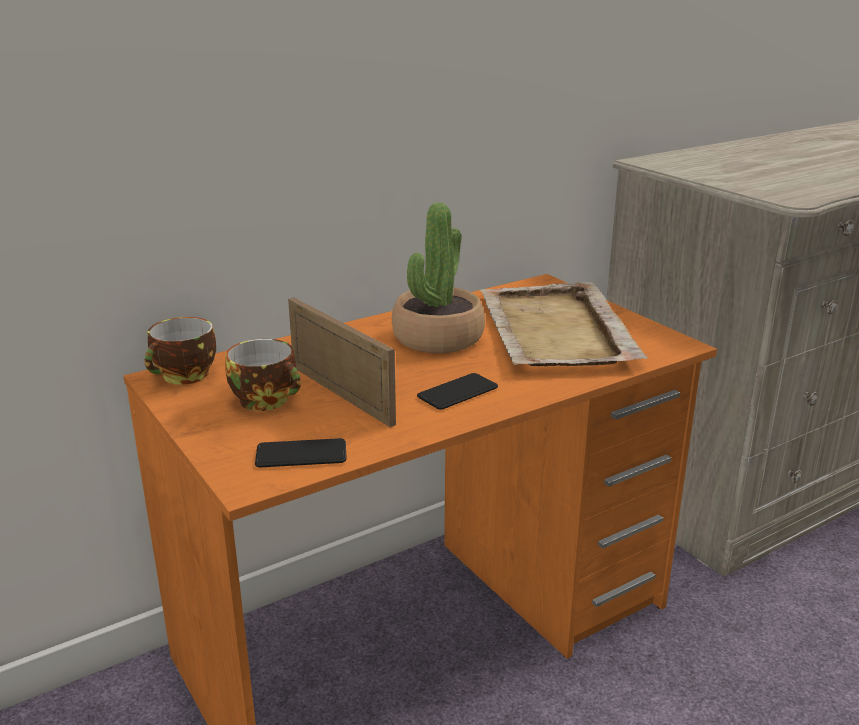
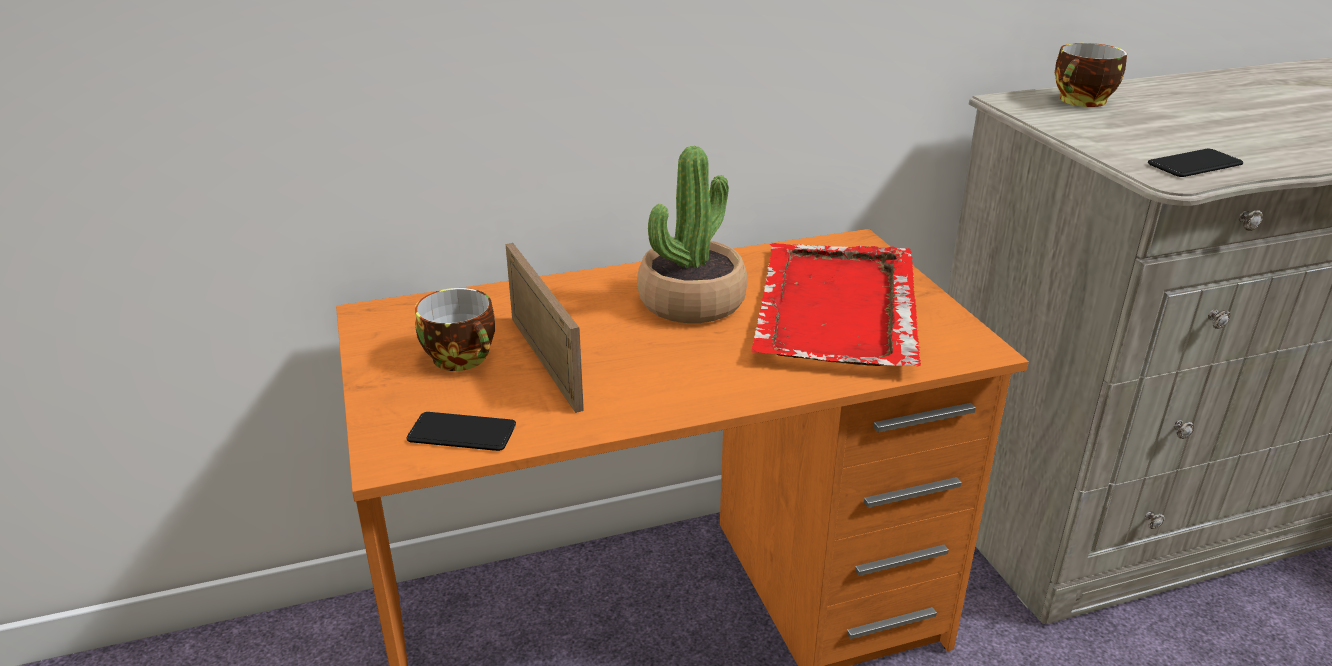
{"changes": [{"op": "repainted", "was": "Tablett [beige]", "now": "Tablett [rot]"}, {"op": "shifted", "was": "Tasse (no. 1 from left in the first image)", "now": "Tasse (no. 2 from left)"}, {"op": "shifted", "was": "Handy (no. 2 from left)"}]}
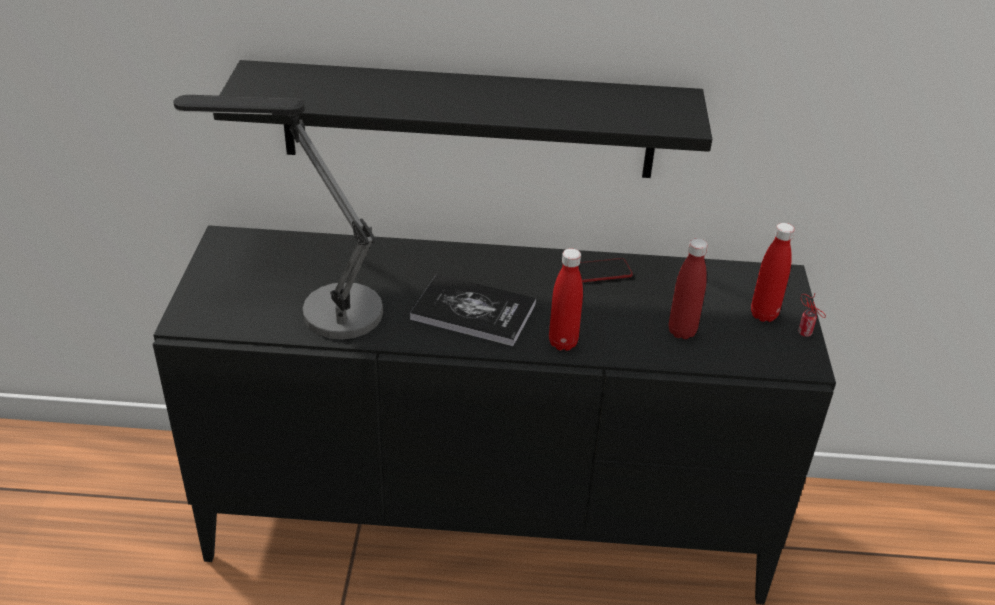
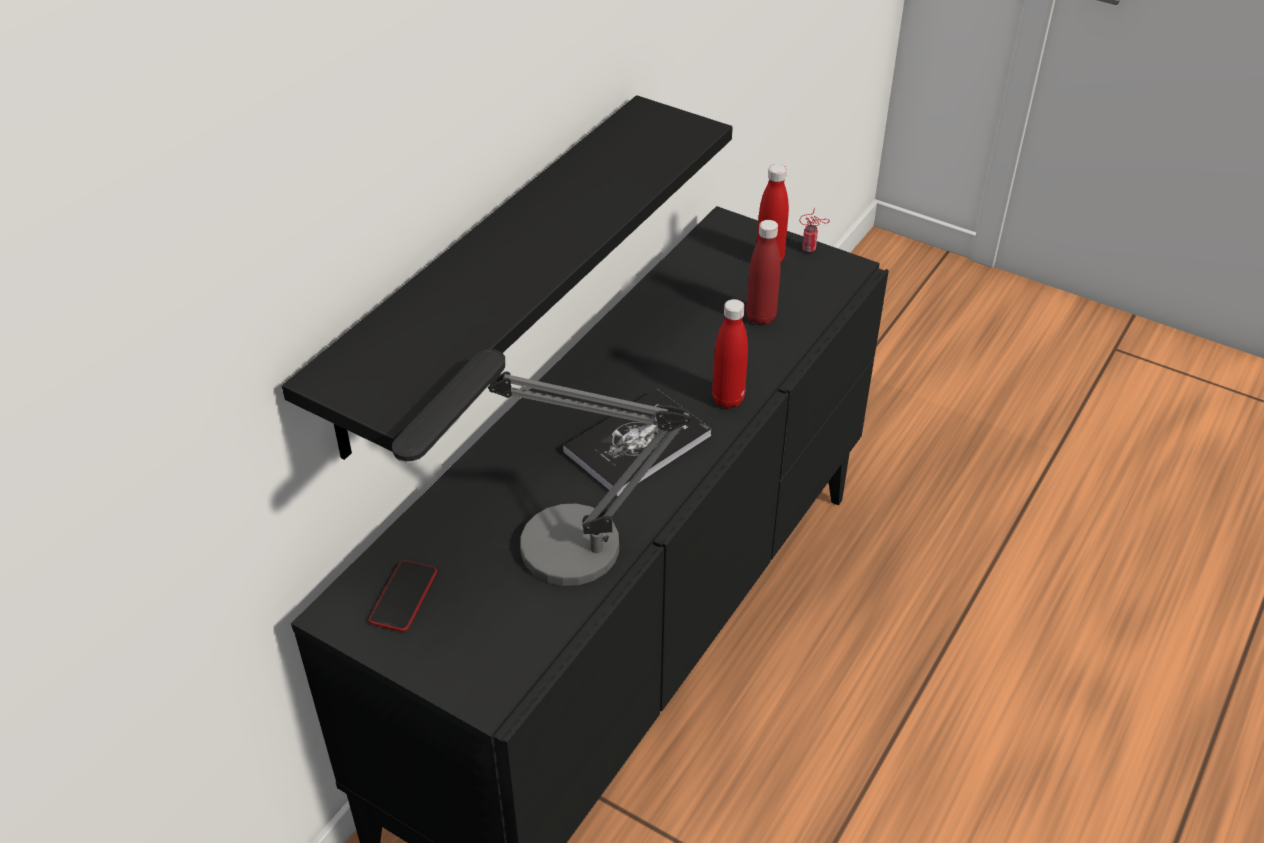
{"changes": [{"op": "shifted", "was": "Handy"}]}
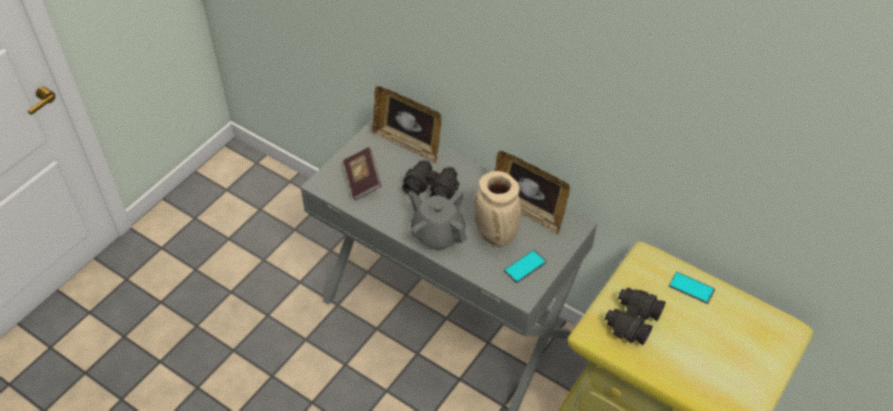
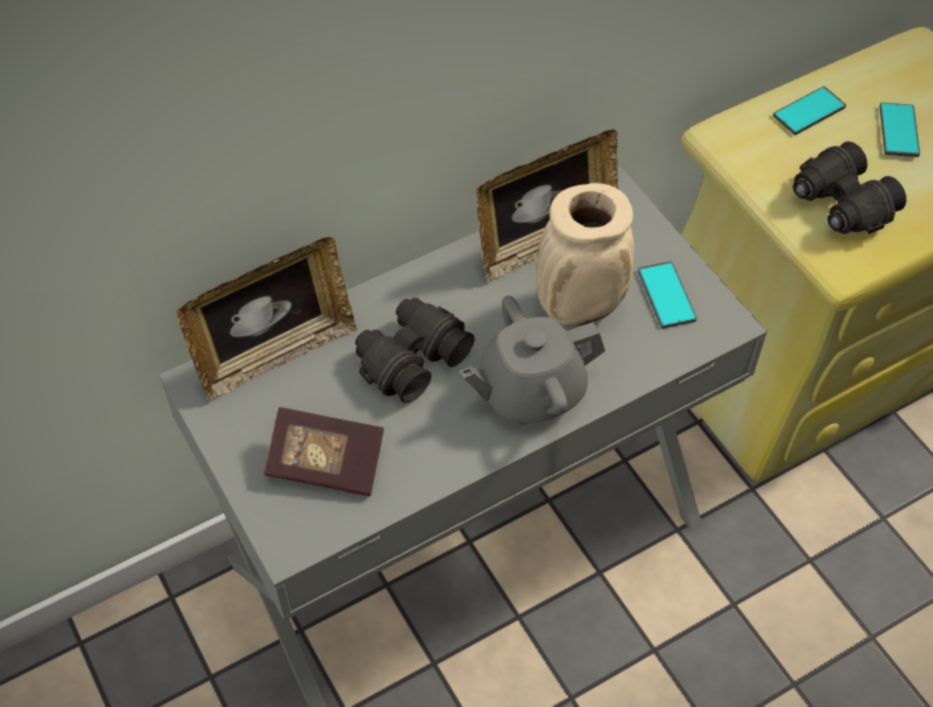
{"changes": [{"op": "new", "now": "Handy (no. 3 from left)"}]}
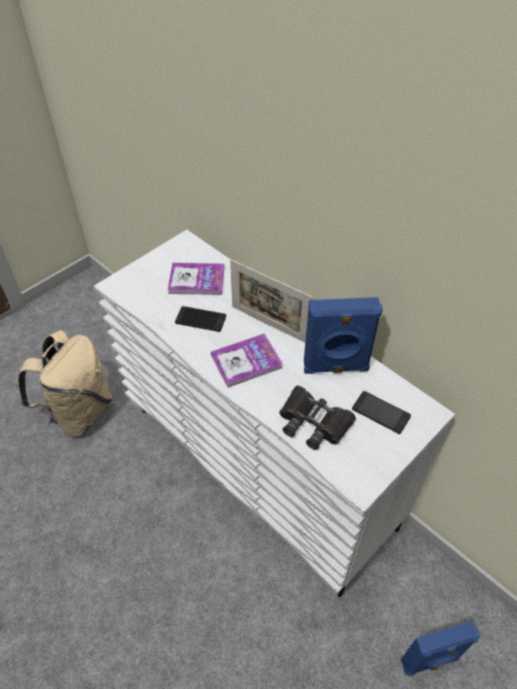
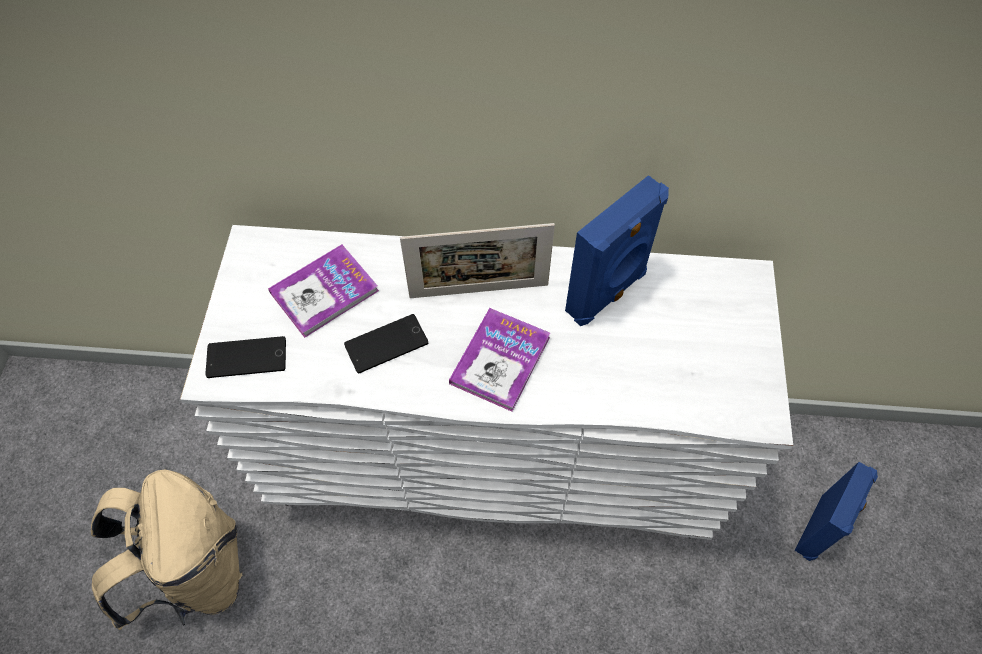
{"changes": [{"op": "shifted", "was": "Handy (no. 2 from left in the first image)", "now": "Handy (no. 1 from left)"}, {"op": "gone", "was": "Fernglas [schwarz]"}]}
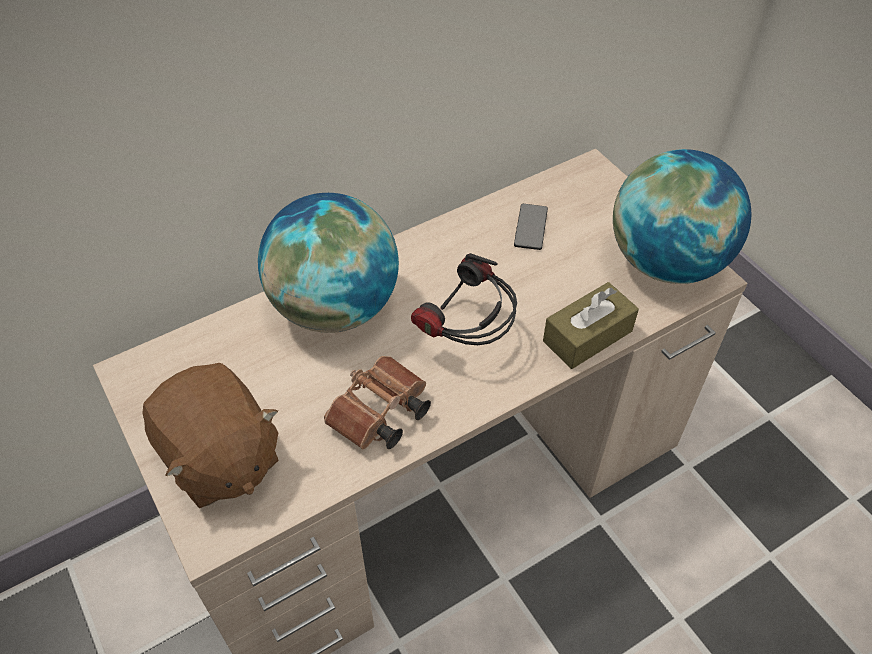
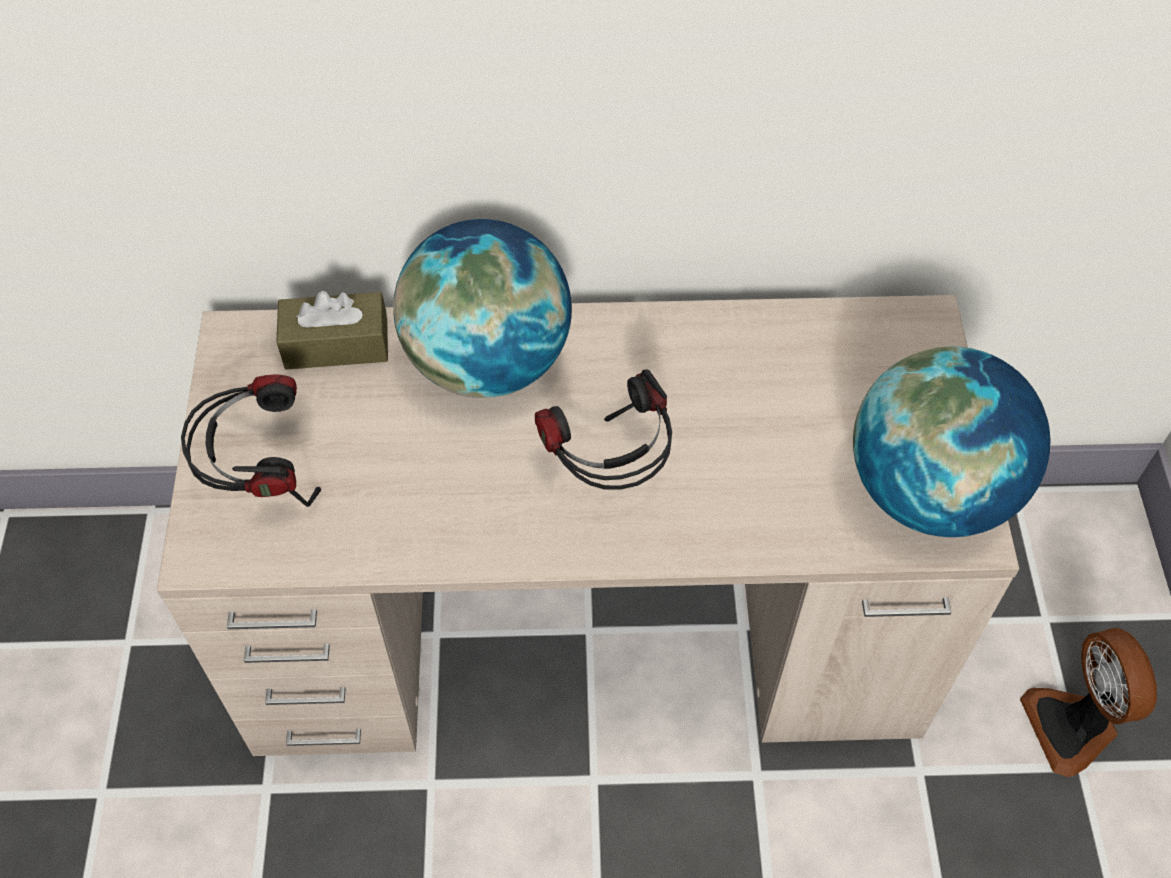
{"changes": [{"op": "swapped", "was": "Plüschtier [braun]", "now": "Kopfhörer (no. 1 from left)"}, {"op": "shifted", "was": "Taschentuchbox [braun]"}, {"op": "new", "now": "Ventilator"}, {"op": "gone", "was": "Fernglas [braun]"}, {"op": "gone", "was": "Handy"}]}
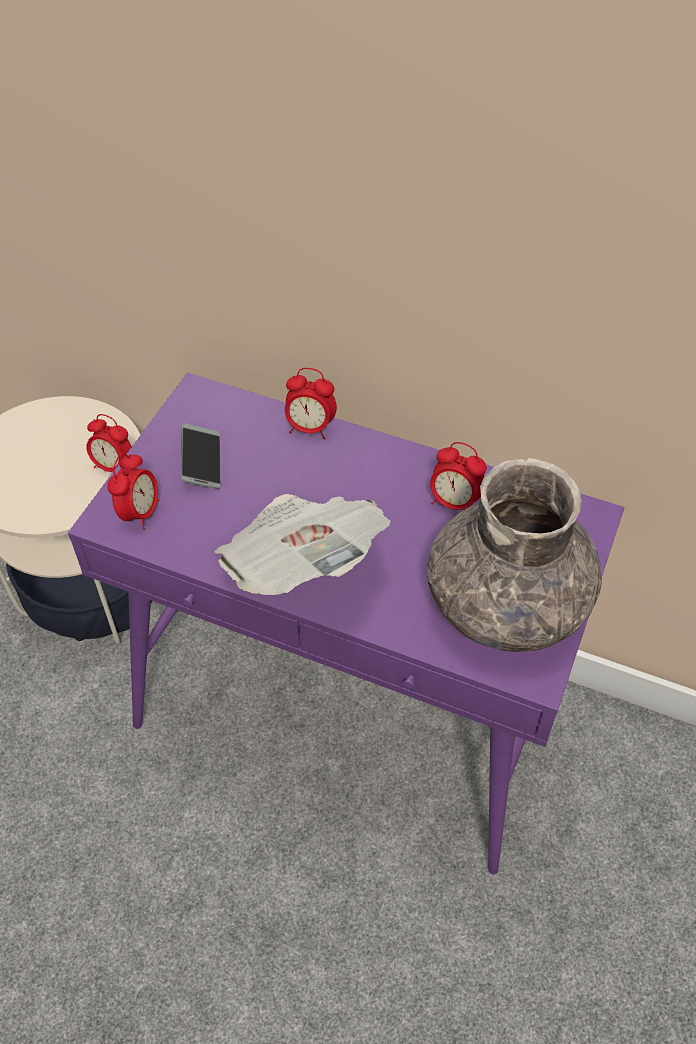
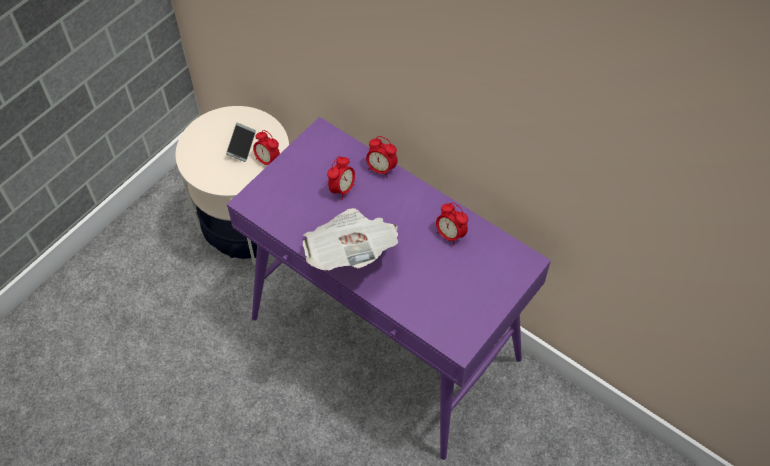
{"changes": [{"op": "shifted", "was": "Handy"}, {"op": "shifted", "was": "Wecker (no. 2 from left)"}, {"op": "gone", "was": "Vase [grau]"}]}
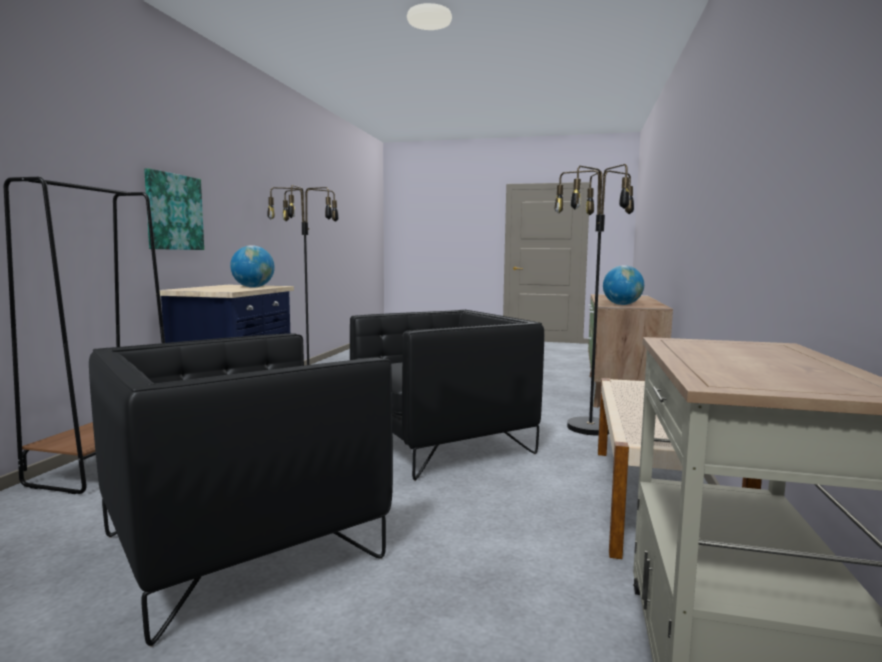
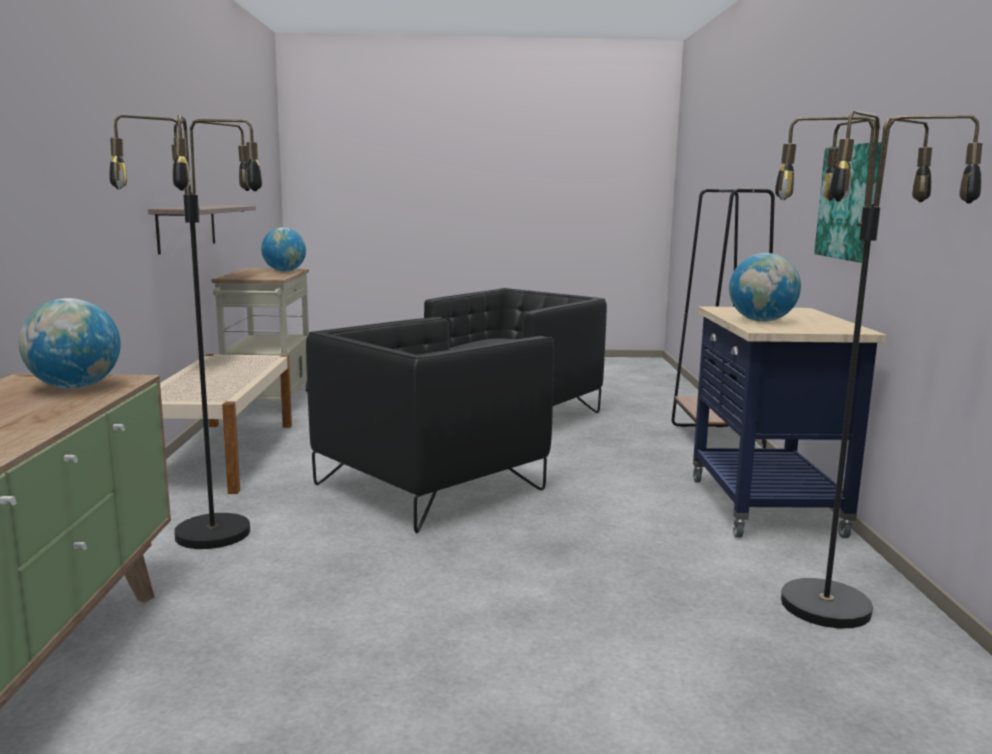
{"changes": [{"op": "new", "now": "Wandregal"}, {"op": "new", "now": "Globus (no. 2 from left)"}]}
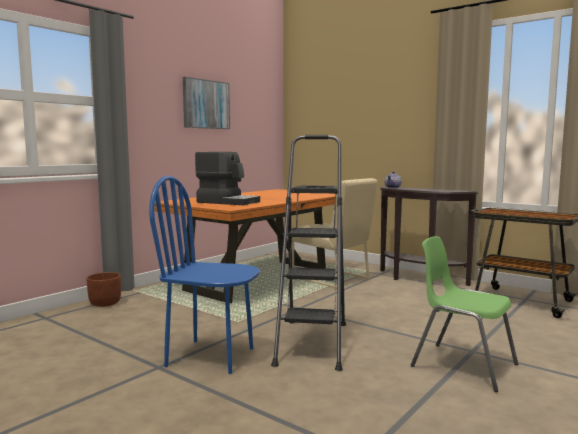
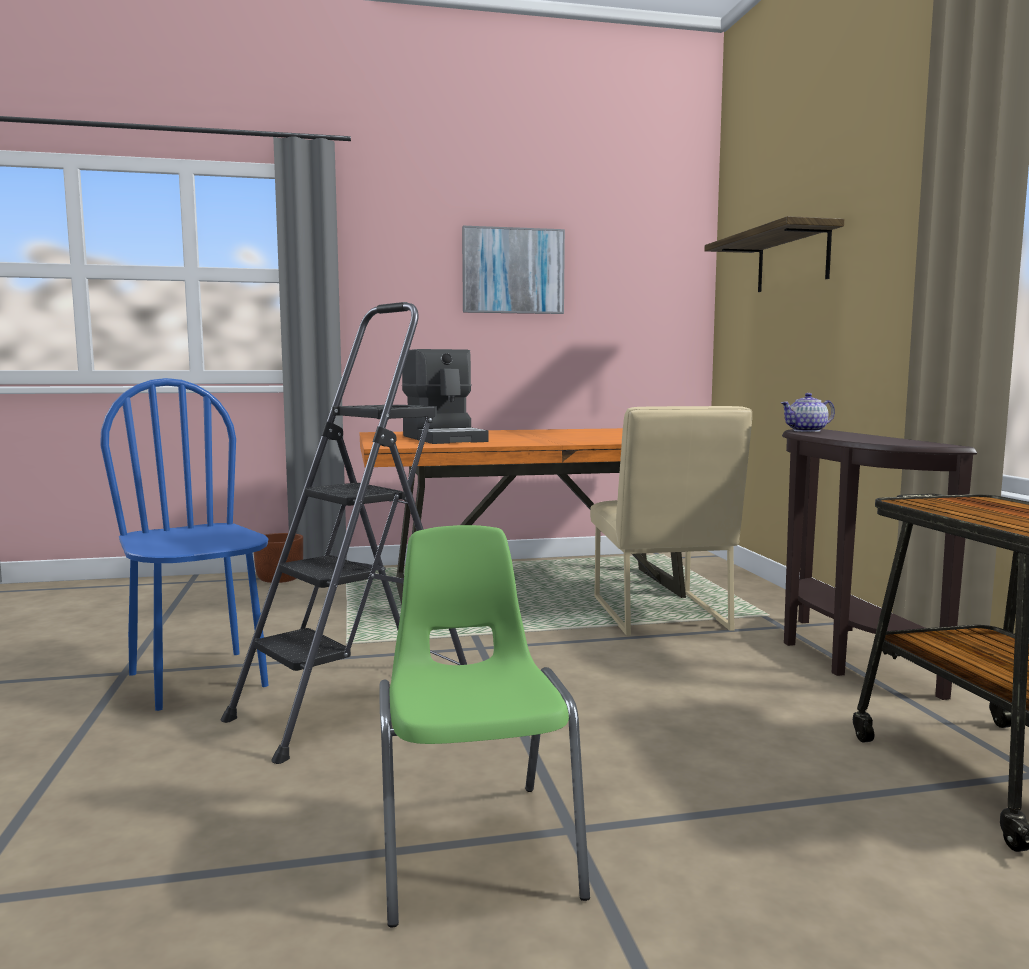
{"changes": [{"op": "new", "now": "Wandregal"}]}
